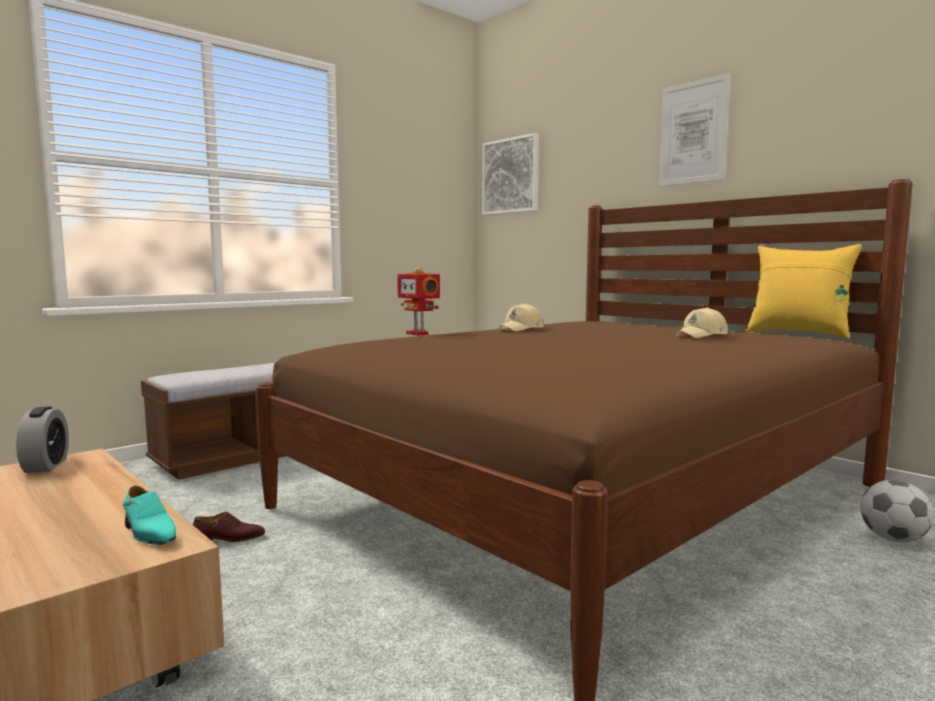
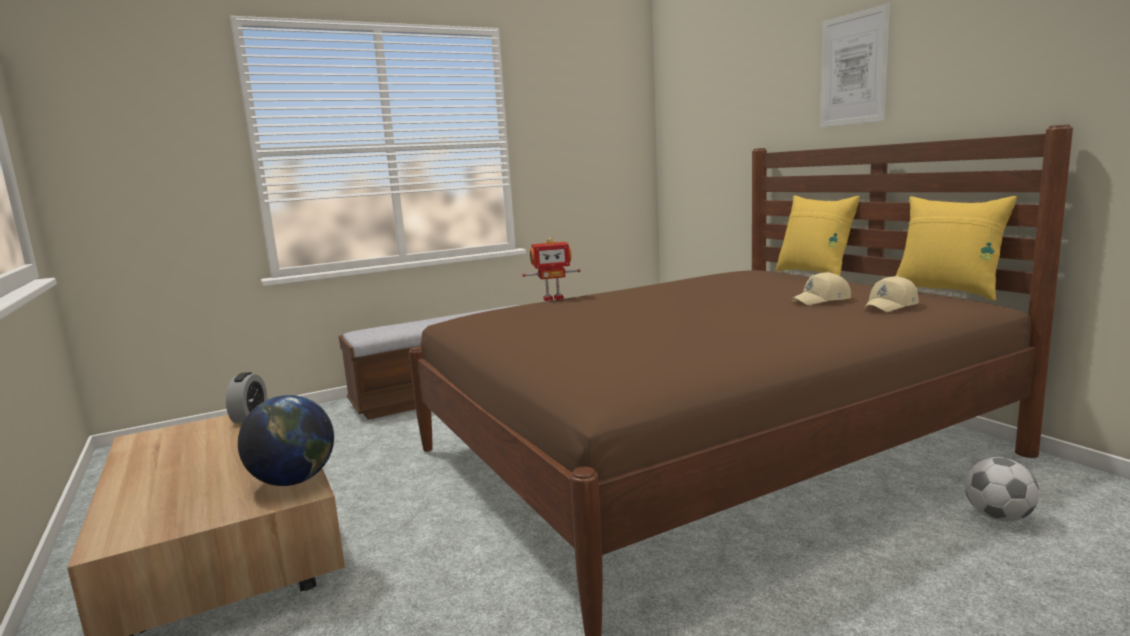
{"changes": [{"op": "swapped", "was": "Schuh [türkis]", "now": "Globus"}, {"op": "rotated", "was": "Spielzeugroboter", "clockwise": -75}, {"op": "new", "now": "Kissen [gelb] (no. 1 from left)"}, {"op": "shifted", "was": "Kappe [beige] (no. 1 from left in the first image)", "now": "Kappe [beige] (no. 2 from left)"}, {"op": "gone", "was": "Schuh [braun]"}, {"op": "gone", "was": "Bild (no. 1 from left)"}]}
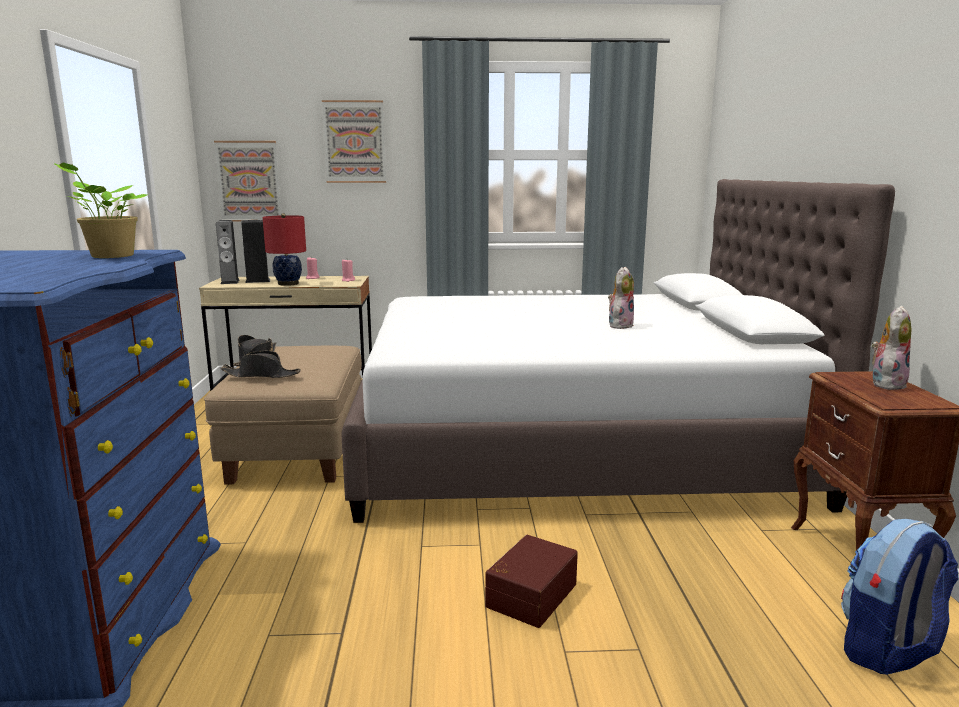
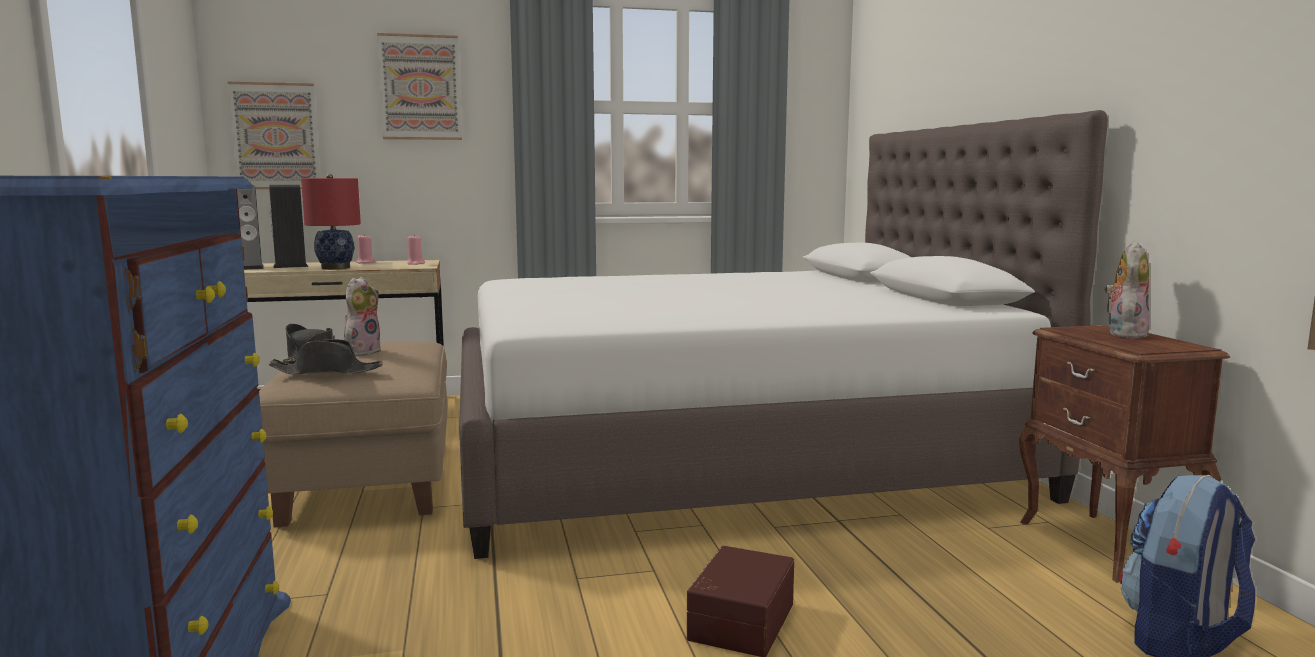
{"changes": [{"op": "shifted", "was": "Plüschtier (no. 1 from left)"}, {"op": "gone", "was": "Topfpflanze"}]}
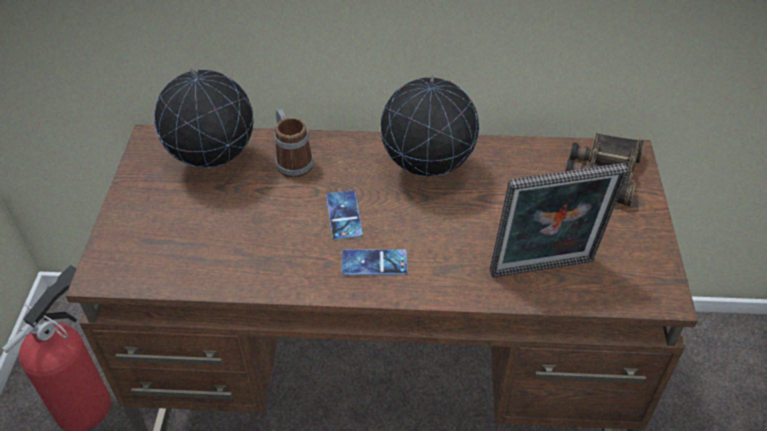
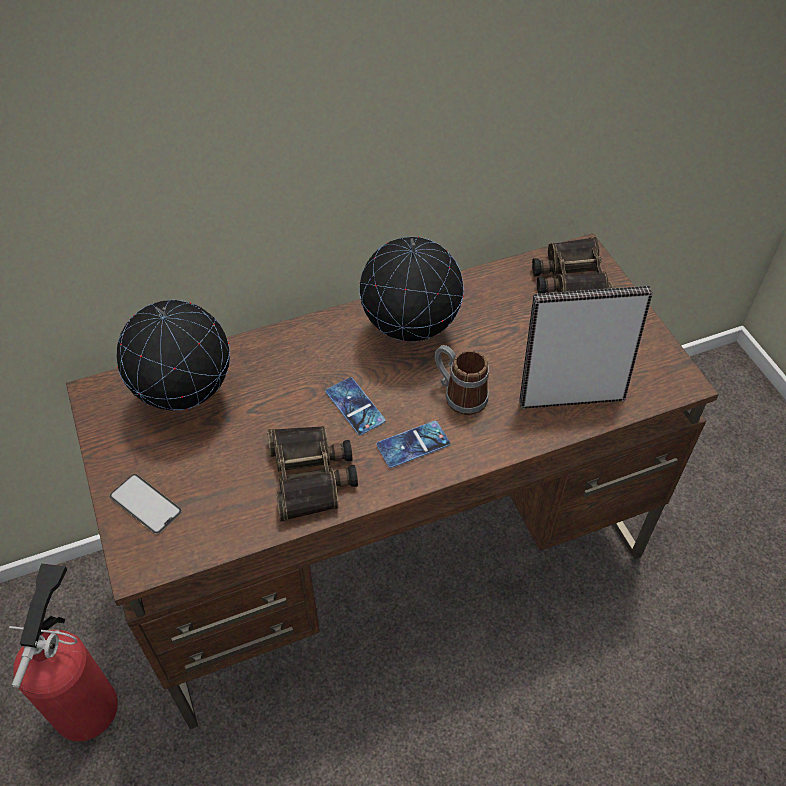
{"changes": [{"op": "new", "now": "Handy (no. 1 from left)"}, {"op": "new", "now": "Fernglas (no. 1 from left)"}, {"op": "shifted", "was": "Henkelbecher"}, {"op": "rotated", "was": "Bilderrahmen", "clockwise": -150}]}
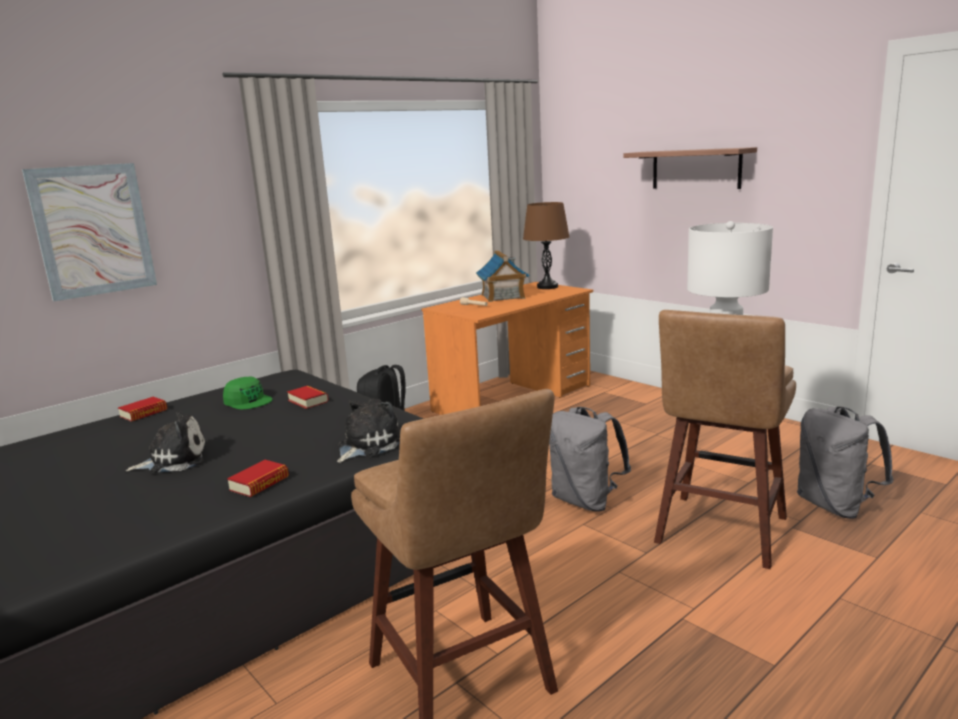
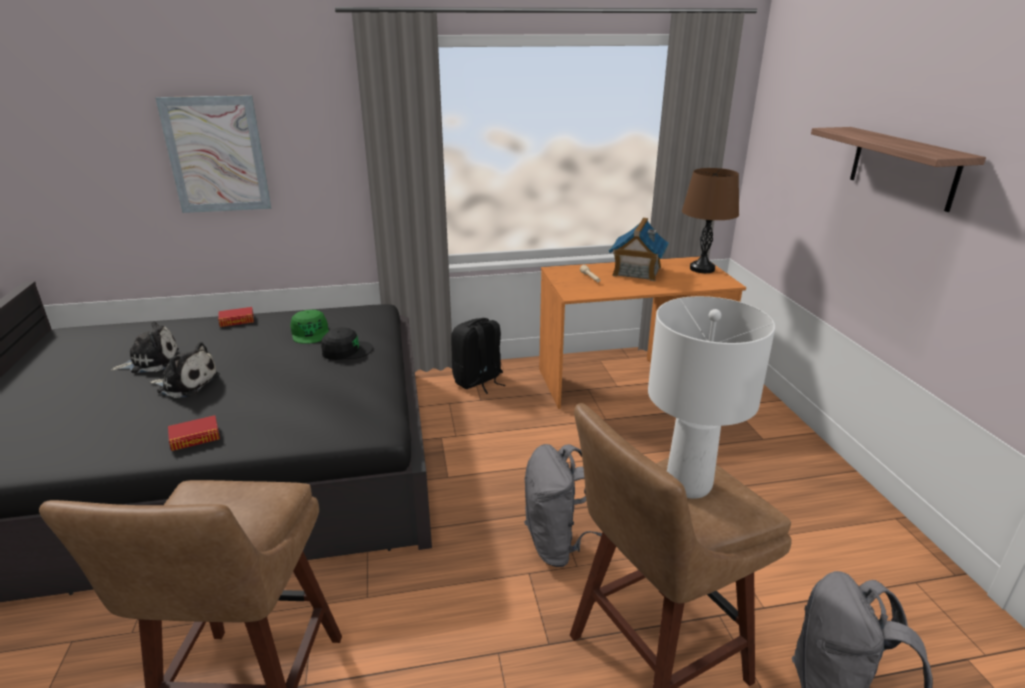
{"changes": [{"op": "shifted", "was": "Plüschtier (no. 2 from left in the first image)", "now": "Plüschtier (no. 1 from left)"}, {"op": "swapped", "was": "Buch (no. 3 from left)", "now": "Kappe [schwarz]"}]}
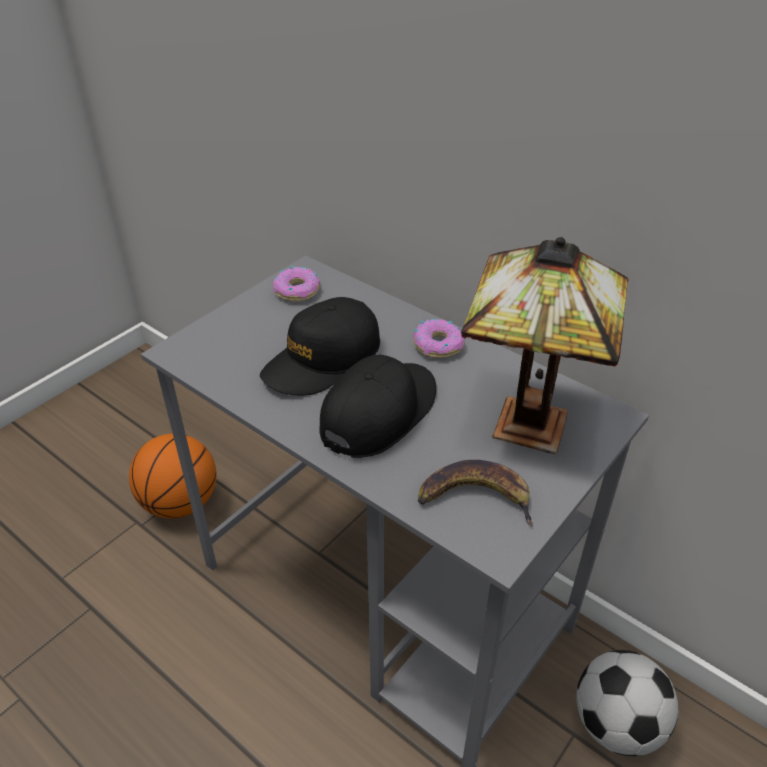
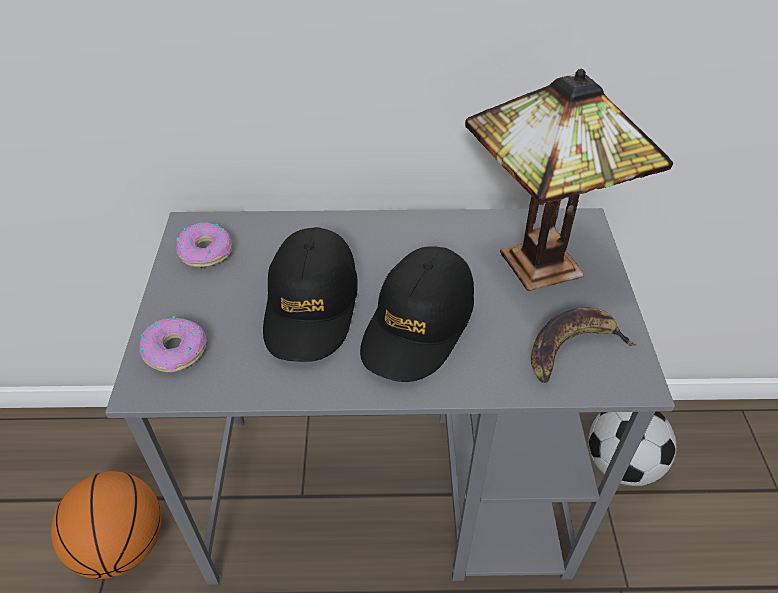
{"changes": [{"op": "shifted", "was": "Donut (no. 2 from left in the first image)", "now": "Donut (no. 1 from left)"}, {"op": "rotated", "was": "Kappe [schwarz] (no. 2 from left)", "clockwise": -150}]}
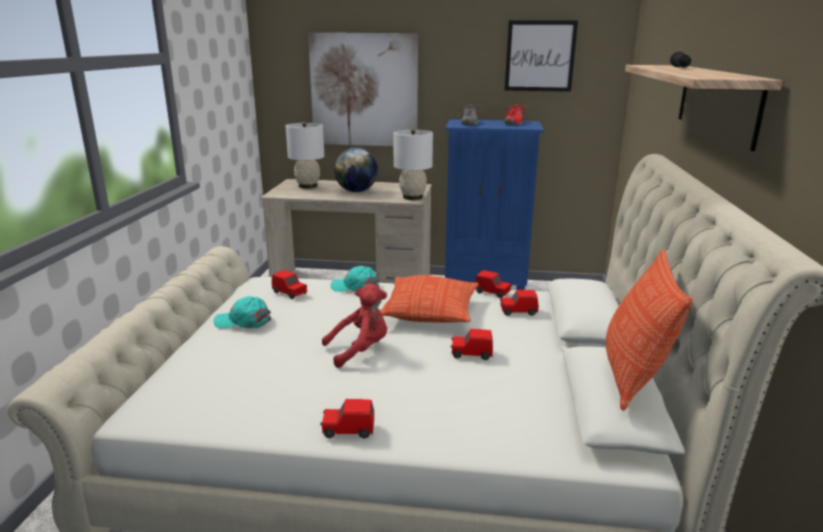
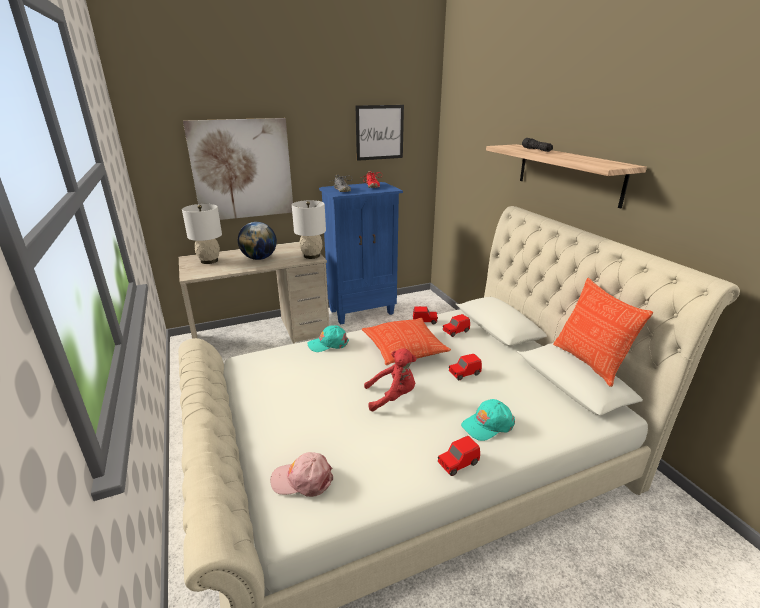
{"changes": [{"op": "new", "now": "Kappe [rosa]"}, {"op": "rotated", "was": "Plüschtier [rot]", "clockwise": 45}, {"op": "shifted", "was": "Kappe [türkis] (no. 1 from left in the first image)", "now": "Kappe [türkis] (no. 2 from left)"}, {"op": "gone", "was": "Spielzeugauto [rot] (no. 1 from left)"}]}
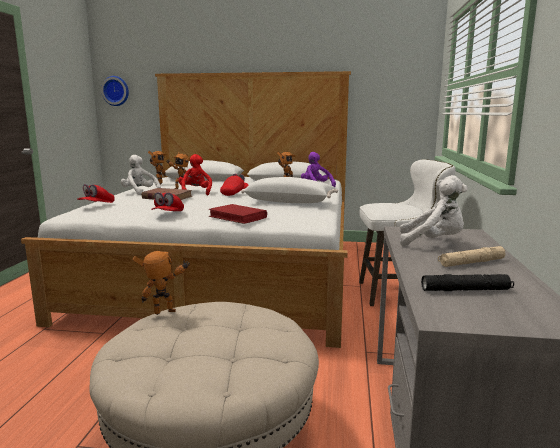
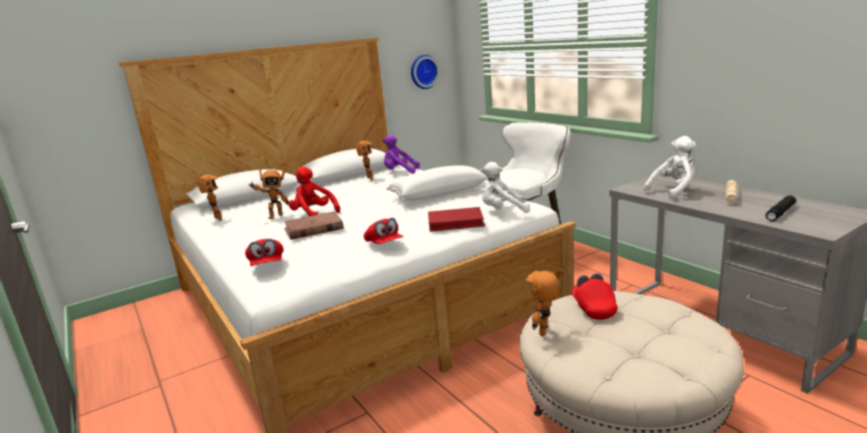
{"changes": [{"op": "shifted", "was": "Wanduhr"}, {"op": "shifted", "was": "Plüschtier [weiß] (no. 1 from left)"}, {"op": "shifted", "was": "Kappe [rot] (no. 3 from left)"}]}
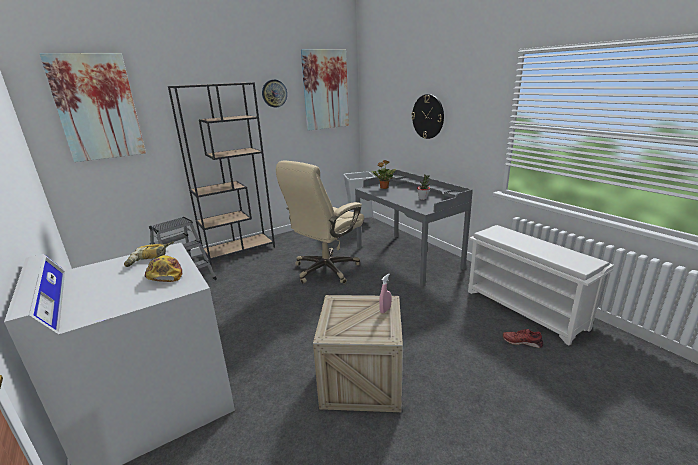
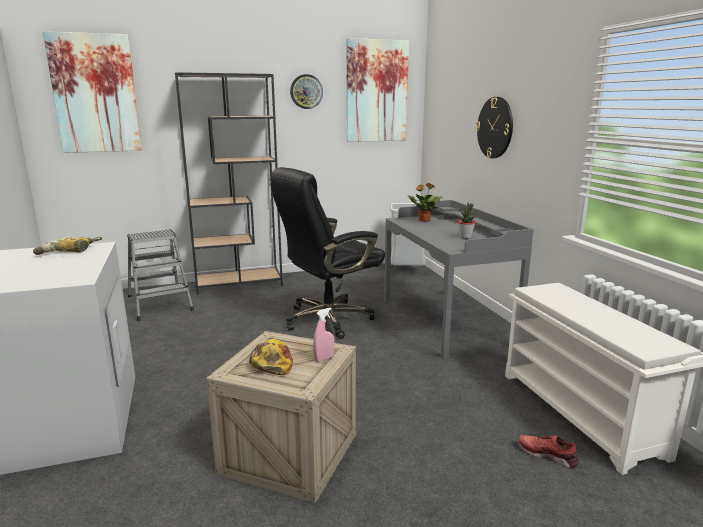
{"changes": [{"op": "shifted", "was": "Kappe"}, {"op": "repainted", "was": "Bürostuhl [beige]", "now": "Bürostuhl [schwarz]"}]}
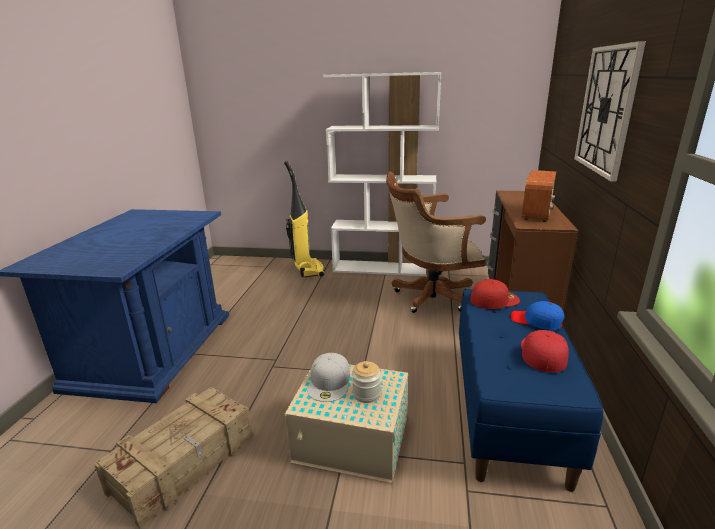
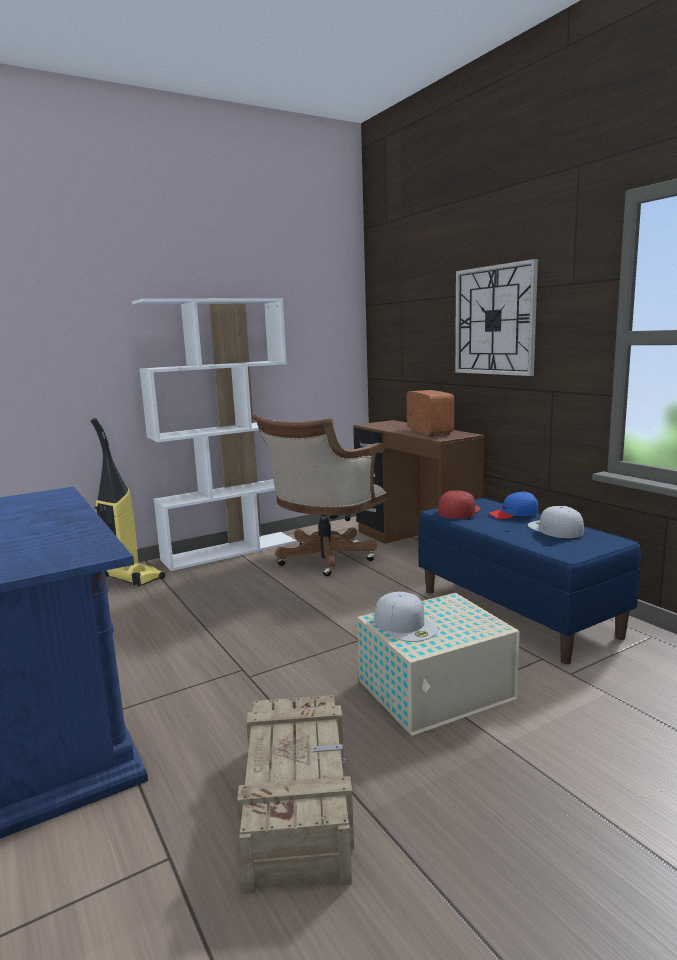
{"changes": [{"op": "repainted", "was": "Kappe [rot] (no. 2 from left)", "now": "Kappe [weiß] (no. 2 from left)"}, {"op": "gone", "was": "Vorratsglas"}]}
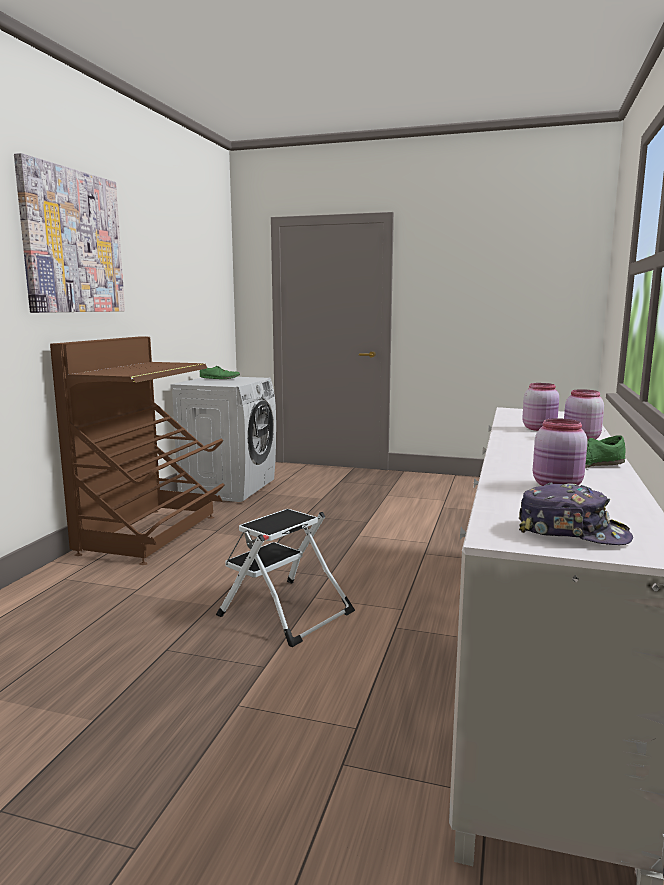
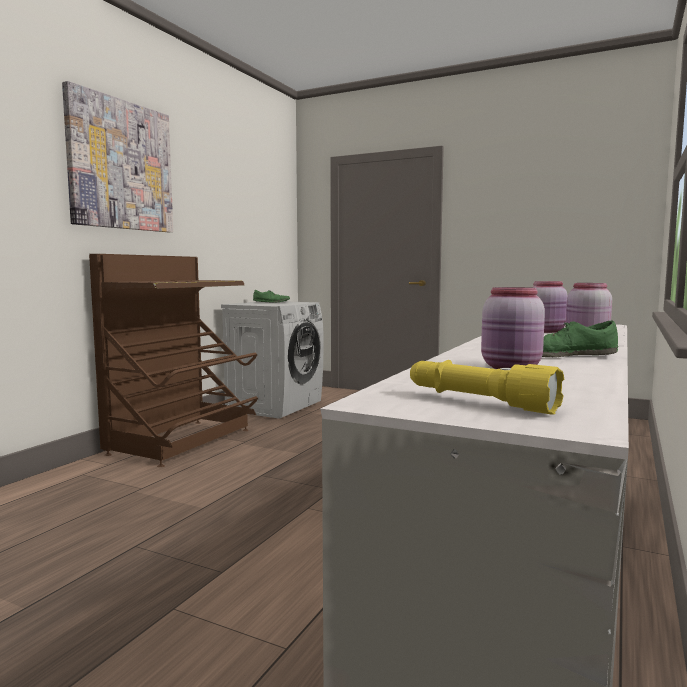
{"changes": [{"op": "swapped", "was": "Kappe", "now": "Taschenlampe [gelb]"}, {"op": "gone", "was": "Trittleiter"}]}
